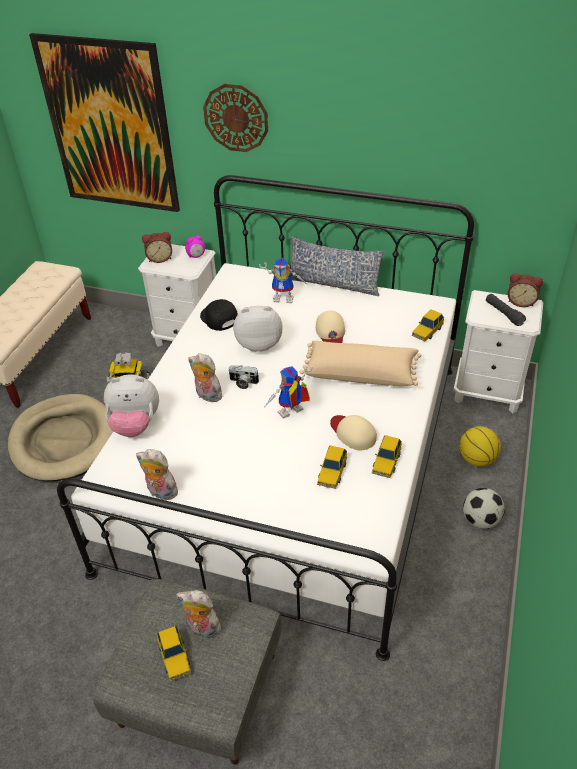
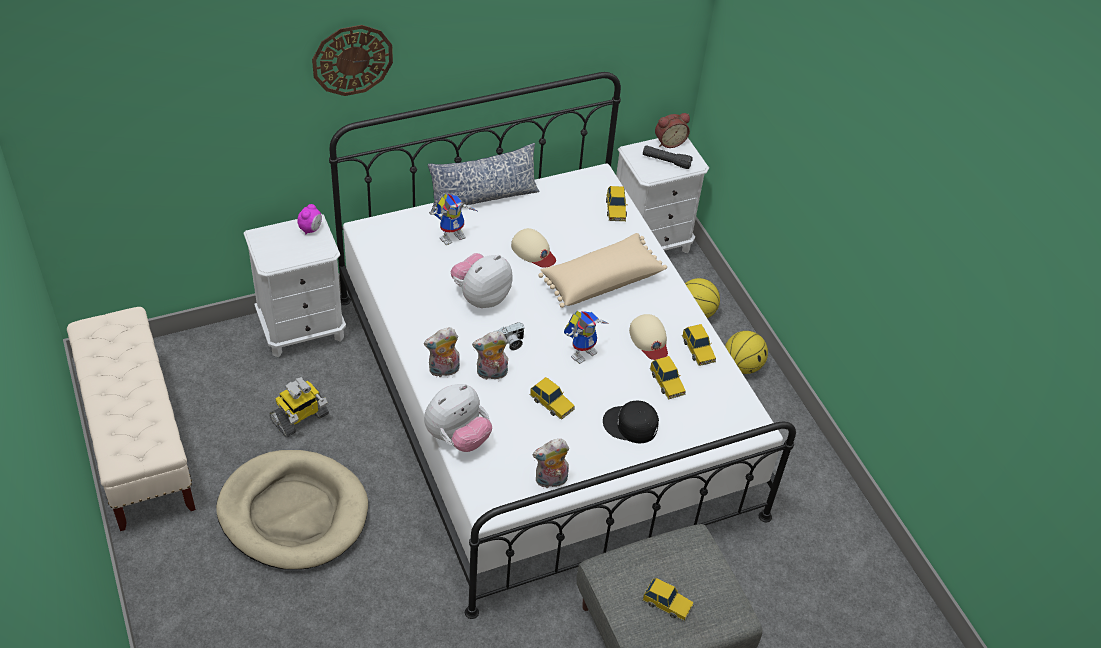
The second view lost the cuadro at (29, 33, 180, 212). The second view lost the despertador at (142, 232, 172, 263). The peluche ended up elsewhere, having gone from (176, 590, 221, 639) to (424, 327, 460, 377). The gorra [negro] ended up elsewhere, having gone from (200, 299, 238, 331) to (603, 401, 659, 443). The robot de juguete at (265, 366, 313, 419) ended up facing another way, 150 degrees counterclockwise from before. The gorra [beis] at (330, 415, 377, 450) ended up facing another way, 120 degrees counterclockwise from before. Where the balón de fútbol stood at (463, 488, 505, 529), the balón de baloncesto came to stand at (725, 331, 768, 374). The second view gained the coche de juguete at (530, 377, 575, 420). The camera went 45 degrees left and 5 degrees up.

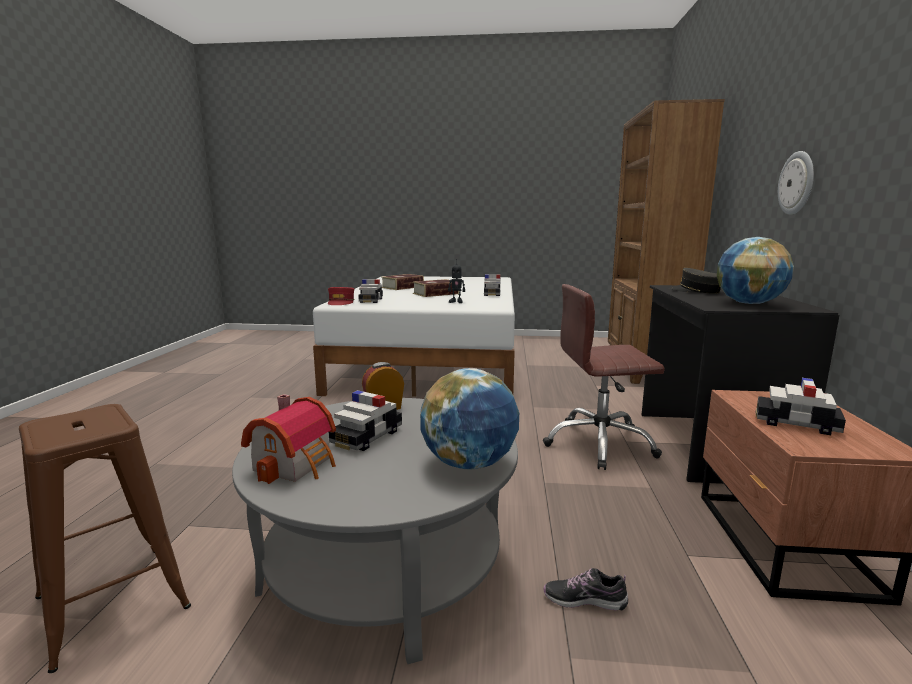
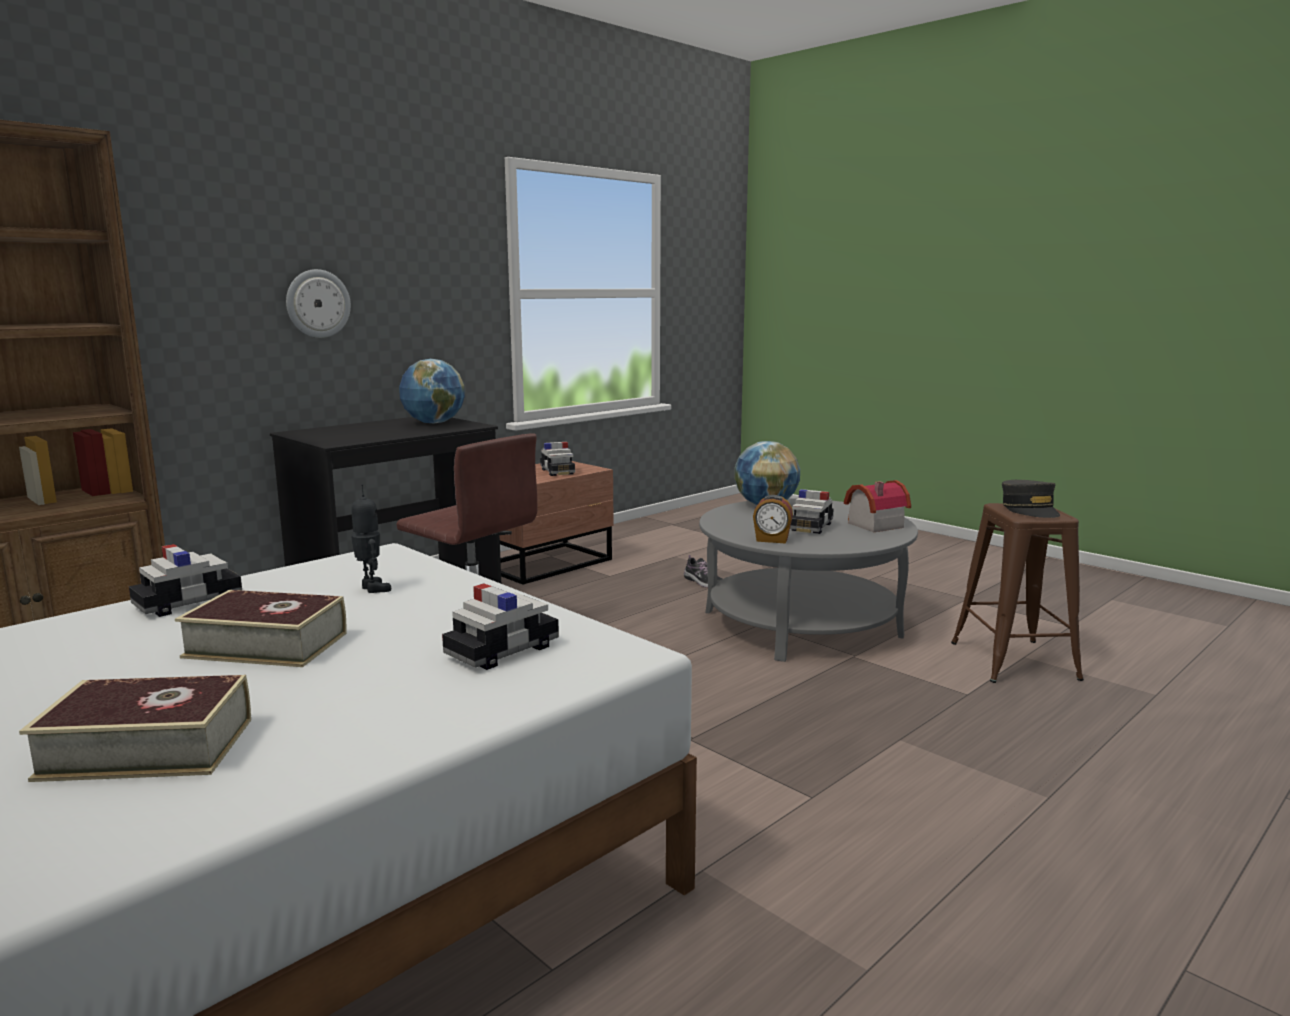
The second view lost the gorra [rojo] at (328, 287, 354, 305). The coche de juguete at (329, 390, 402, 451) ended up facing another way, 135 degrees clockwise from before. The gorra [gris] ended up elsewhere, having gone from (668, 268, 721, 294) to (1002, 480, 1060, 518). The camera went 140 degrees left and 0 degrees up.

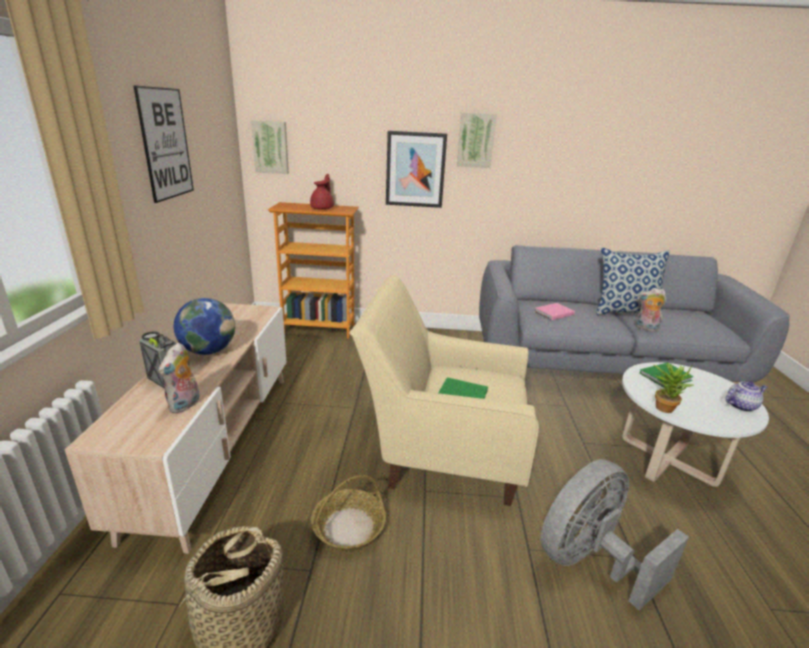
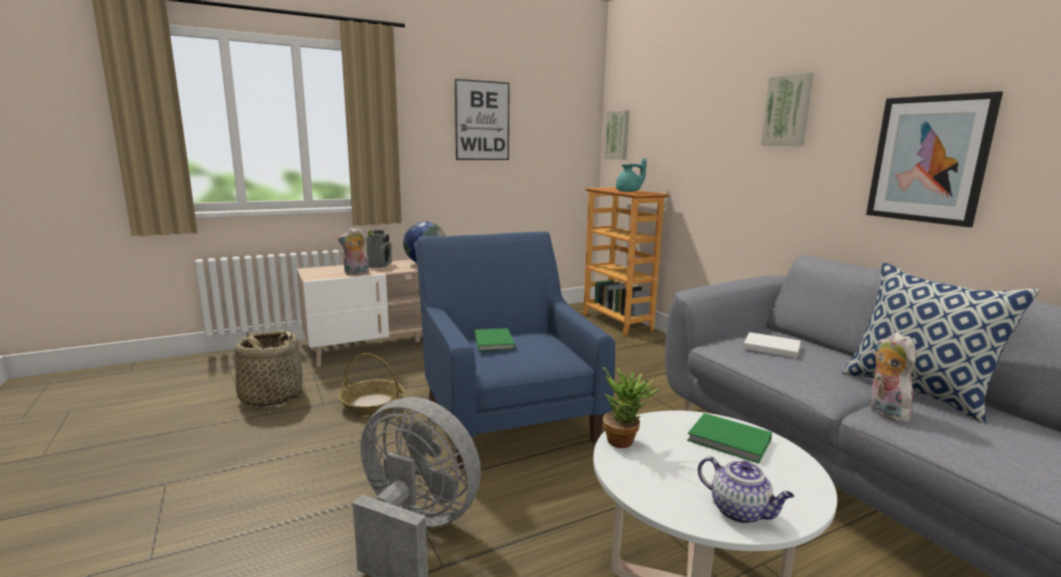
What was the tetera [rojo] at (310, 174, 334, 209) turned into the tetera [turquesa] at (616, 158, 647, 192). What was the sillón [beis] at (349, 276, 539, 506) turned into the sillón [azul] at (414, 232, 615, 469). The cuadro ended up elsewhere, having gone from (386, 131, 447, 208) to (866, 91, 1003, 227). What was the libro [rosa] at (535, 303, 575, 320) turned into the libro [blanco] at (743, 332, 800, 358). The camera went 60 degrees right and 10 degrees down.

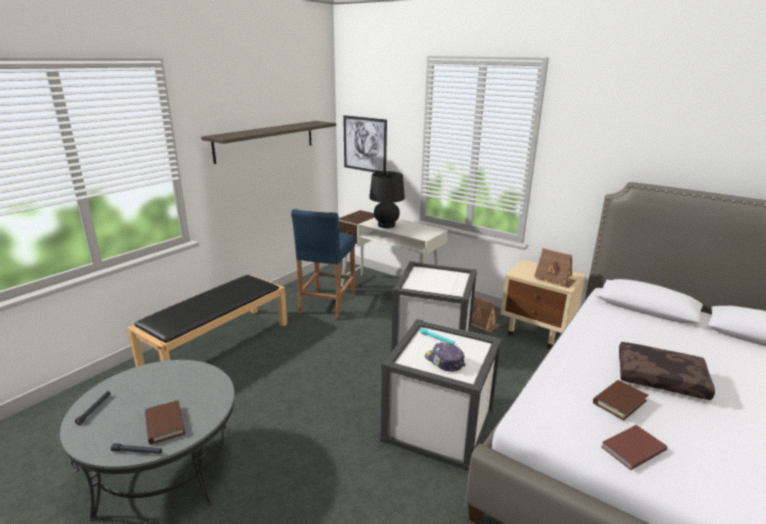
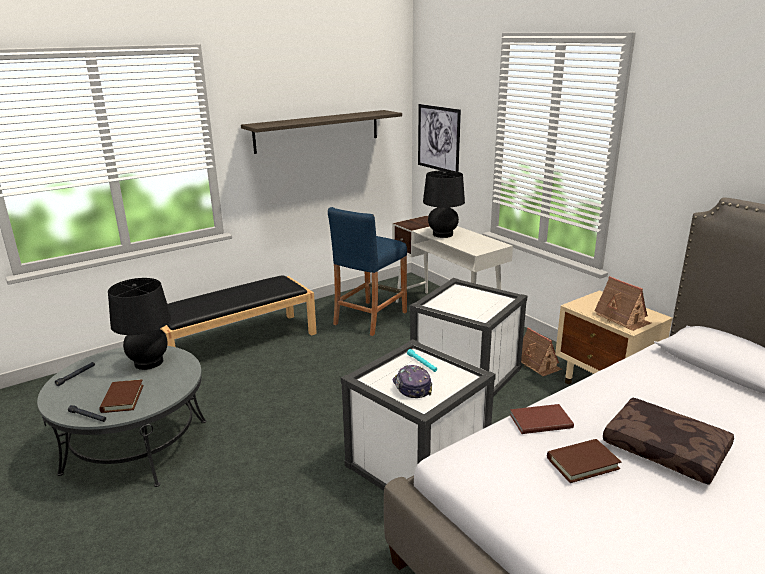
The libro [marrón] ended up elsewhere, having gone from (601, 425, 667, 470) to (510, 404, 574, 434). The second view gained the lámpara de mesa [negro] at (108, 278, 171, 370). The camera went 20 degrees right and 0 degrees up.

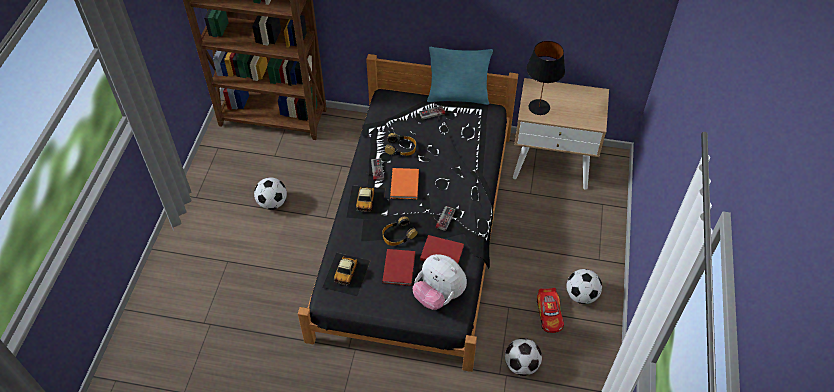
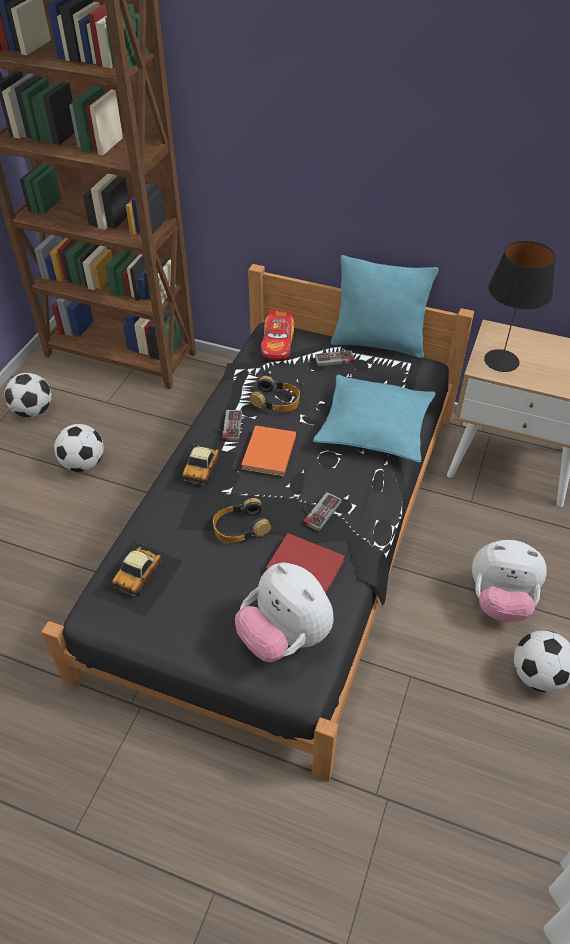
The second view lost the libro [rojo] at (382, 249, 415, 286). The balón de fútbol ended up elsewhere, having gone from (505, 338, 542, 376) to (4, 373, 52, 417). The coche de juguete ended up elsewhere, having gone from (537, 288, 564, 333) to (261, 309, 295, 360). The second view gained the cojín [turquesa] at (313, 375, 436, 463). The second view gained the peluche at (472, 540, 547, 622). The camera went 10 degrees right and 5 degrees down.

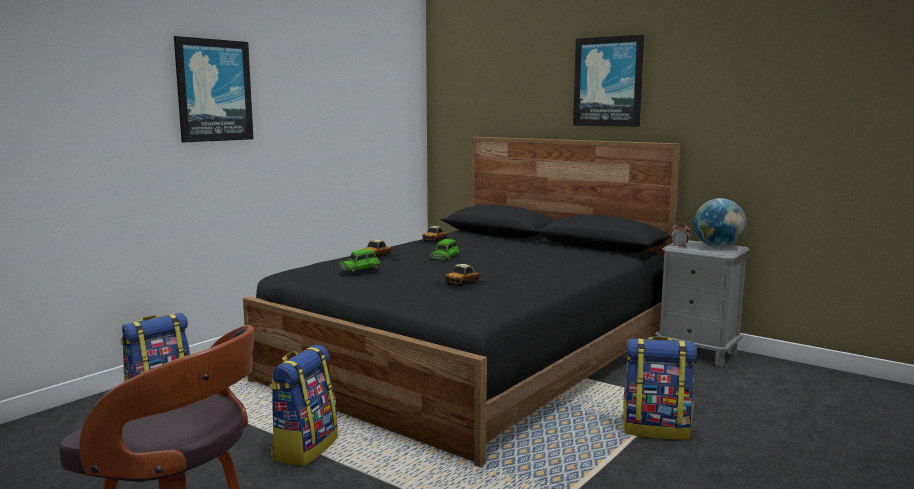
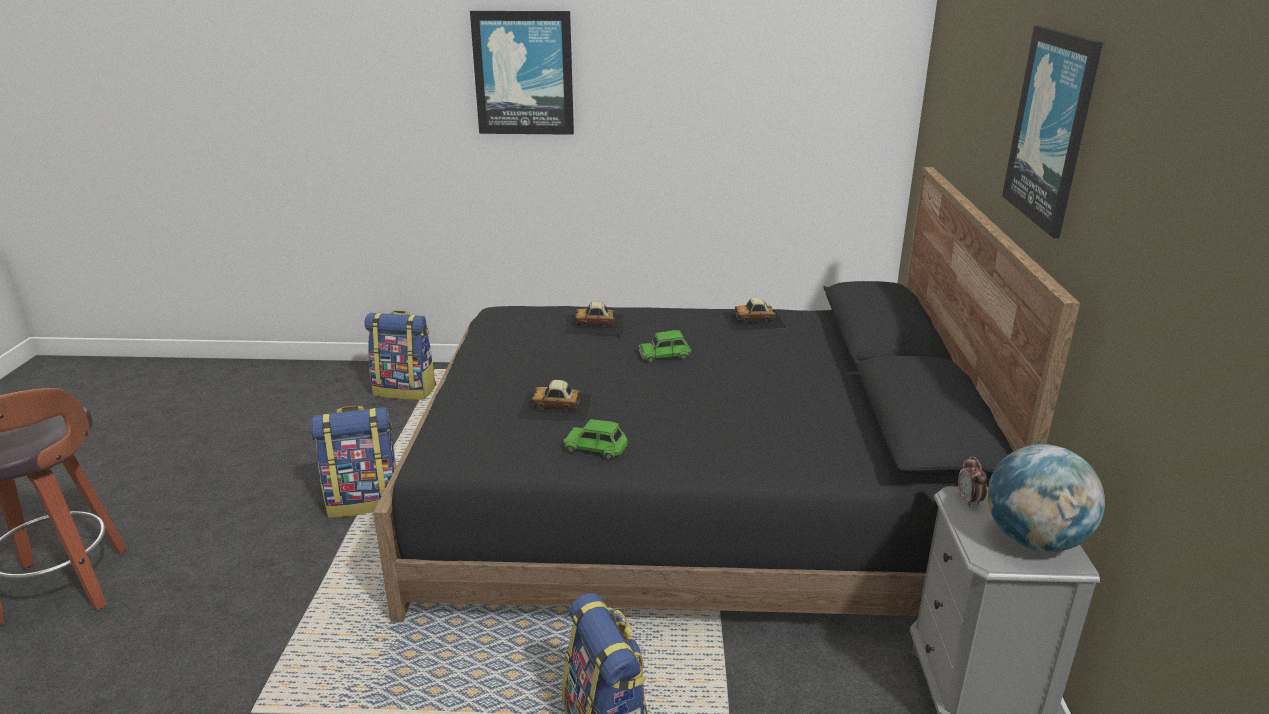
The coche de juguete [verde] ended up elsewhere, having gone from (339, 249, 380, 272) to (564, 419, 628, 460). The camera went 55 degrees right and 15 degrees up.

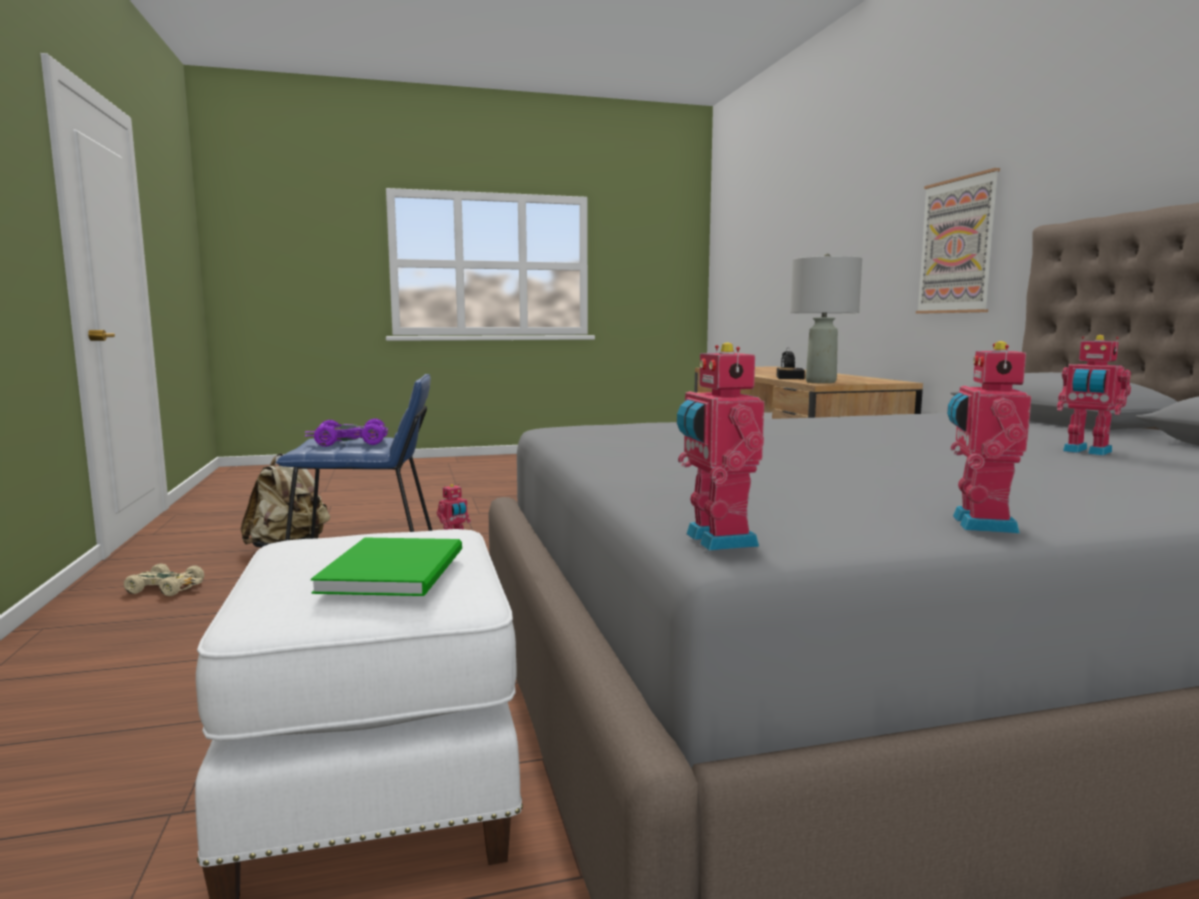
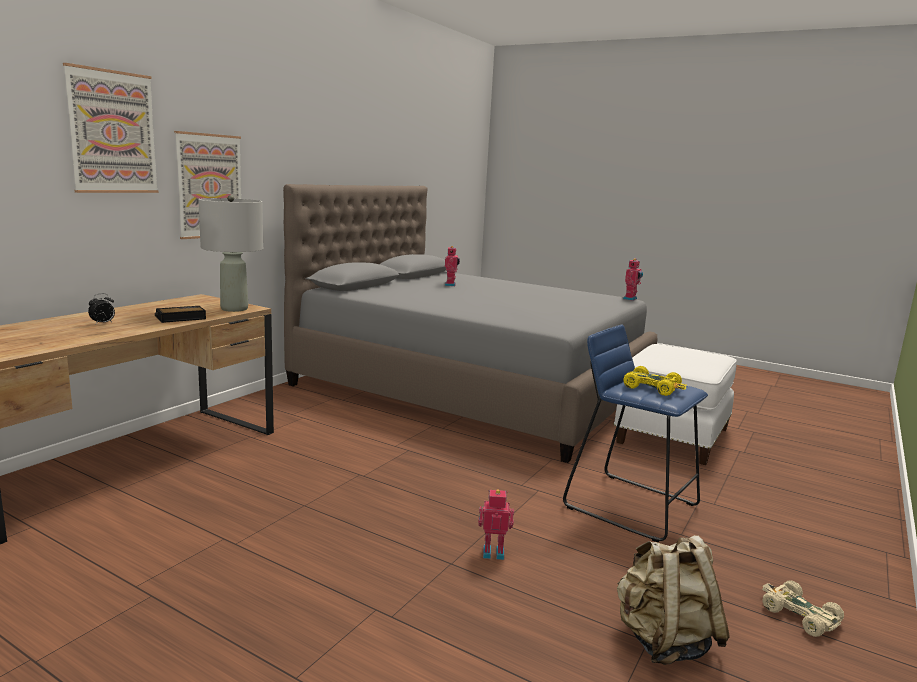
What was the coche de juguete [morado] at (305, 418, 388, 447) turned into the coche de juguete [amarillo] at (624, 366, 687, 396). The second view lost the libro [verde] at (311, 537, 462, 596). The second view lost the robot de juguete at (947, 341, 1031, 533). The second view gained the cuadro at (63, 63, 159, 193). The camera went 135 degrees left and 5 degrees up.

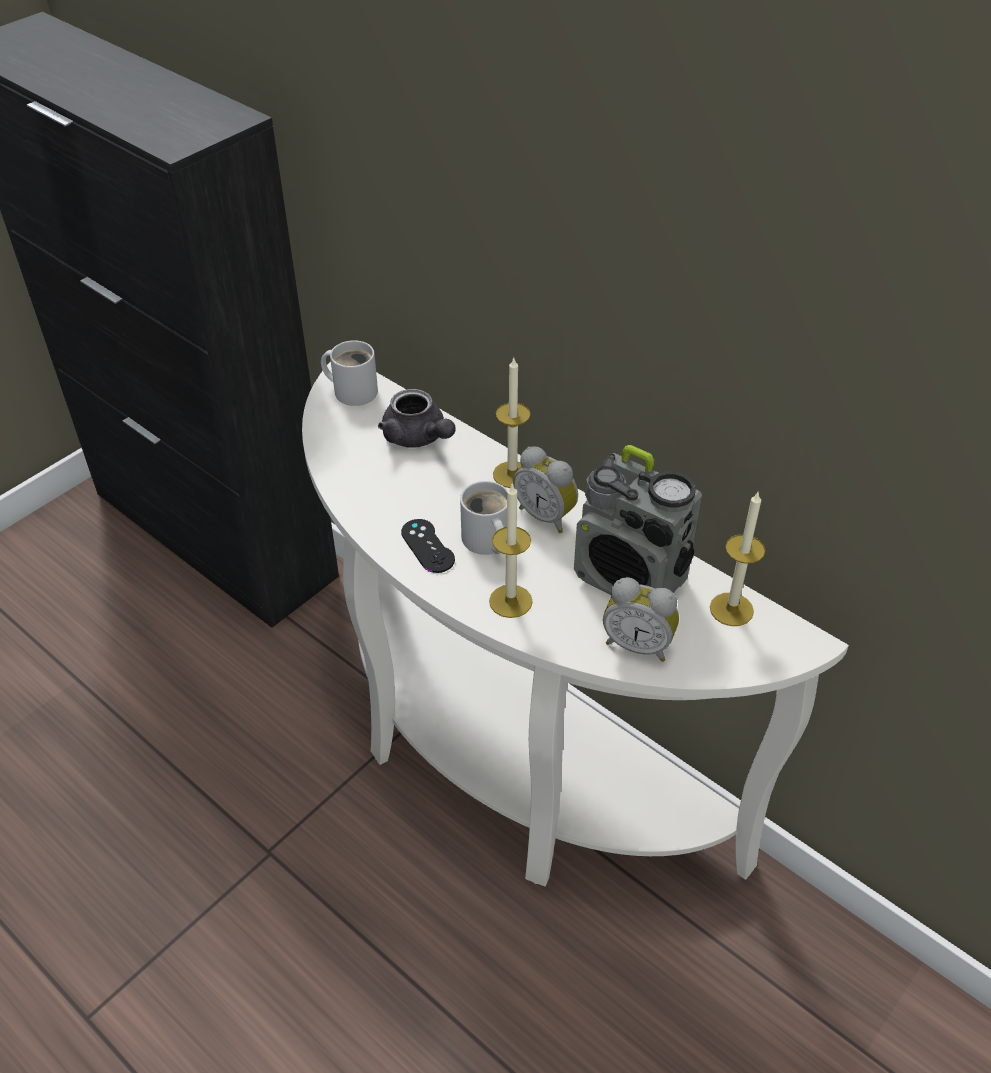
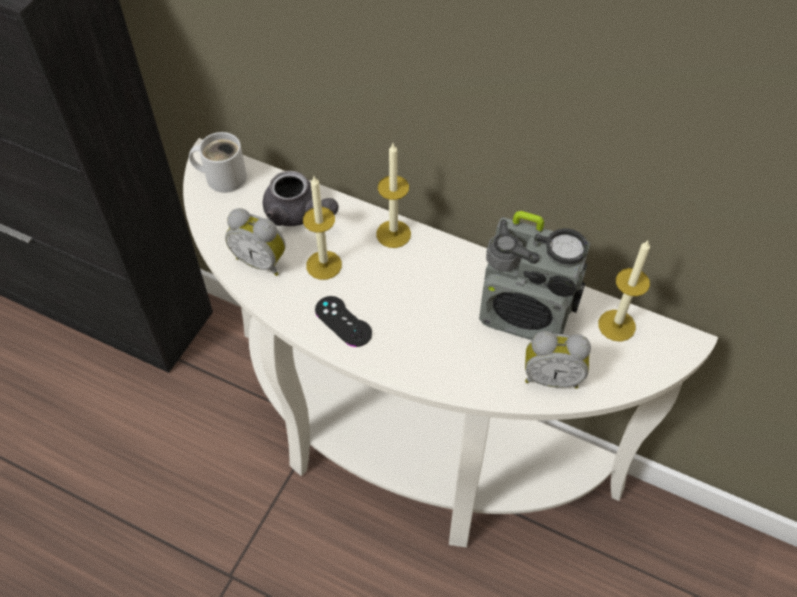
The second view lost the taza grande [blanco] at (460, 481, 508, 555). The vela ended up elsewhere, having gone from (489, 482, 533, 618) to (303, 176, 342, 280). The despertador ended up elsewhere, having gone from (513, 446, 578, 533) to (225, 208, 286, 276). The camera went 15 degrees left and 10 degrees up.

